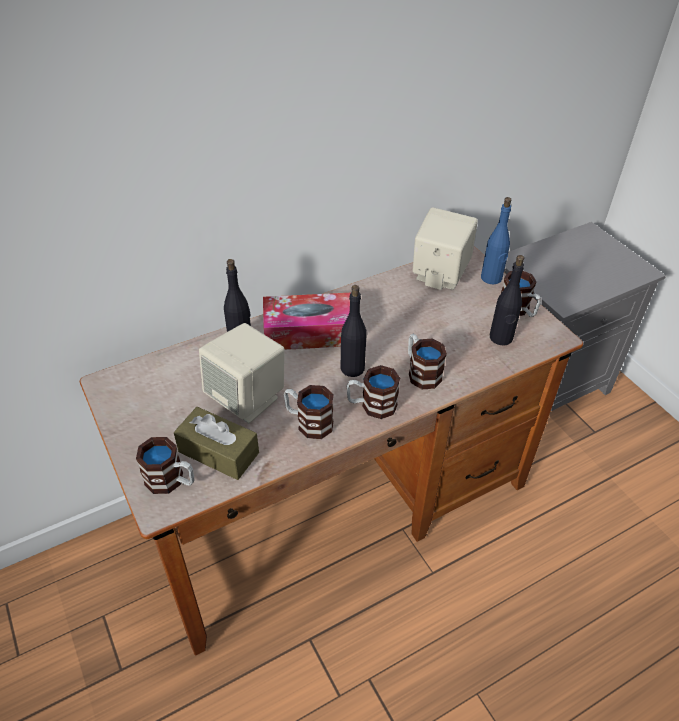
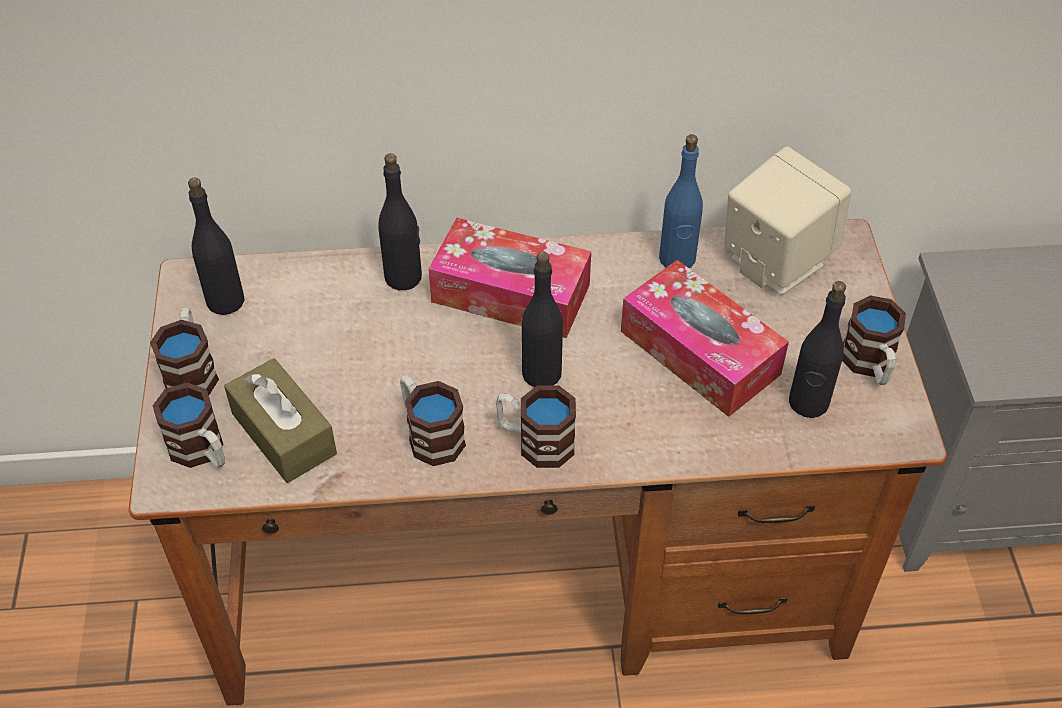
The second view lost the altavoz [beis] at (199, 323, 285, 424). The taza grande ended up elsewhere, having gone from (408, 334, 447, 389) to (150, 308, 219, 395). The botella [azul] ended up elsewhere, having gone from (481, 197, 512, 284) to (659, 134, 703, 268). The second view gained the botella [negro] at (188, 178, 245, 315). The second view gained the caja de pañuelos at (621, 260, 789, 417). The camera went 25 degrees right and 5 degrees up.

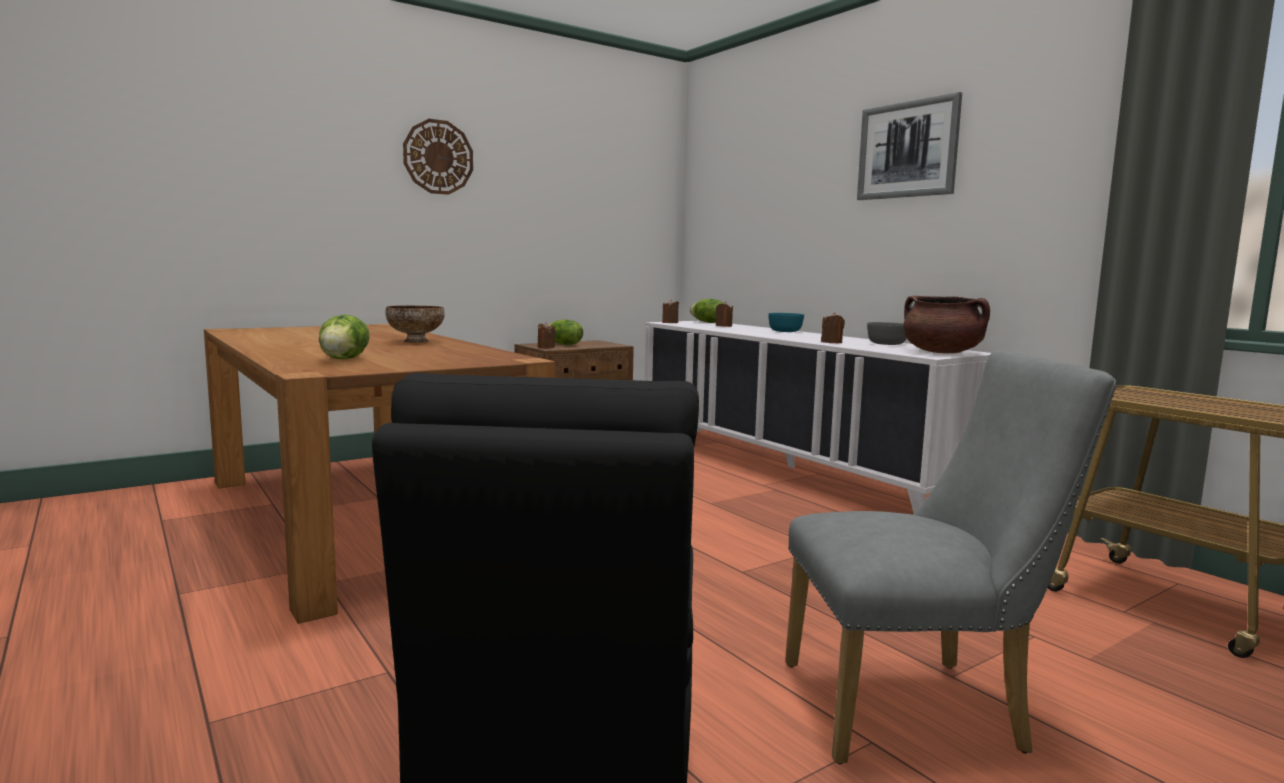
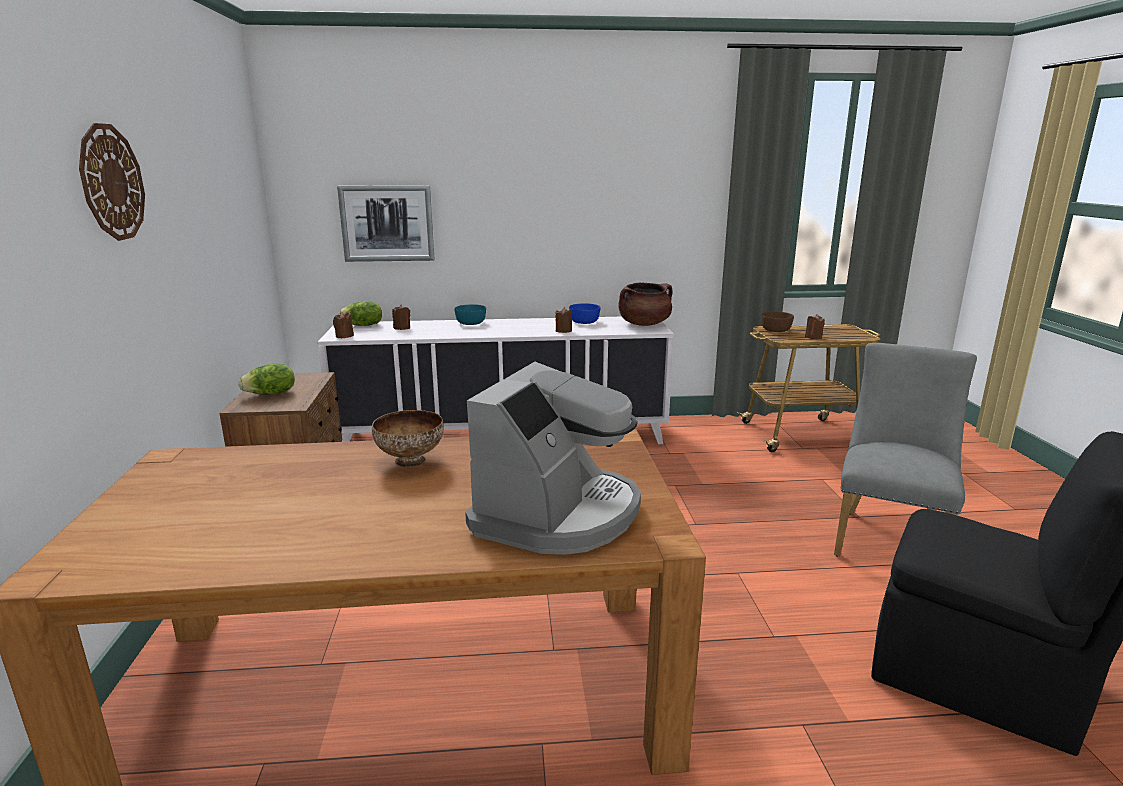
Where the lechuga stood at (319, 315, 370, 359), the cafetera came to stand at (465, 362, 641, 555). The vela [marrón] ended up elsewhere, having gone from (538, 322, 555, 348) to (805, 314, 825, 339). The cuadro ended up elsewhere, having gone from (857, 92, 962, 200) to (337, 185, 435, 262). What was the cuenco [gris] at (867, 322, 907, 345) turned into the cuenco [azul] at (569, 303, 601, 324). The second view gained the cuenco [marrón] at (761, 311, 794, 332). The camera went 60 degrees left and 10 degrees up.

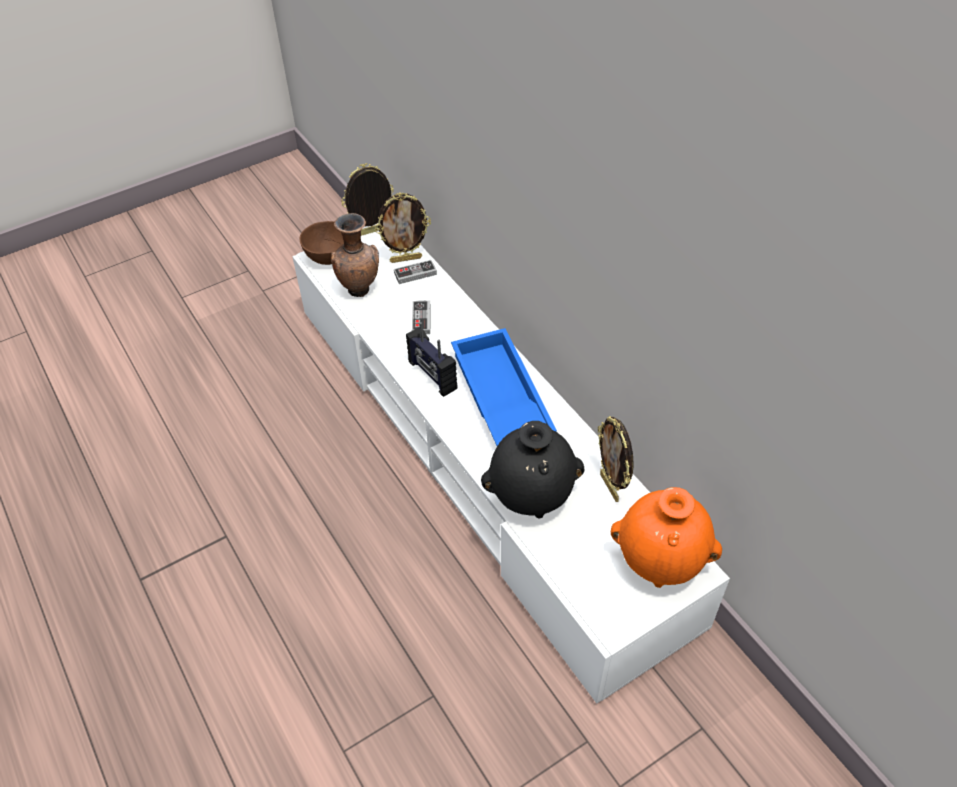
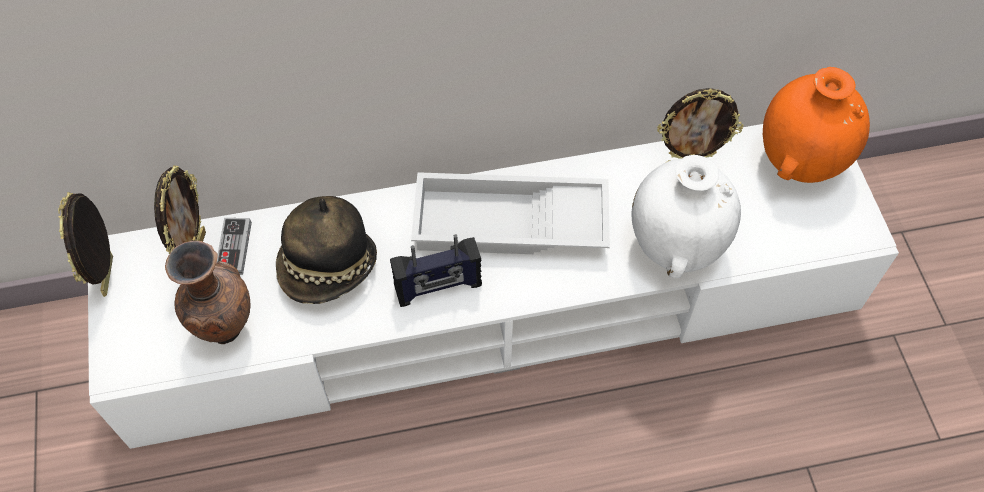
The second view lost the cuenco [marrón] at (299, 221, 344, 265). Where the mando de consola stood at (412, 300, 430, 334), the sombrero came to stand at (276, 196, 377, 304). What was the bandeja [azul] at (451, 328, 557, 446) turned into the bandeja [blanco] at (411, 172, 610, 254). What was the florero [negro] at (481, 421, 584, 518) turned into the florero [blanco] at (632, 155, 741, 278). The camera went 70 degrees left and 10 degrees up.

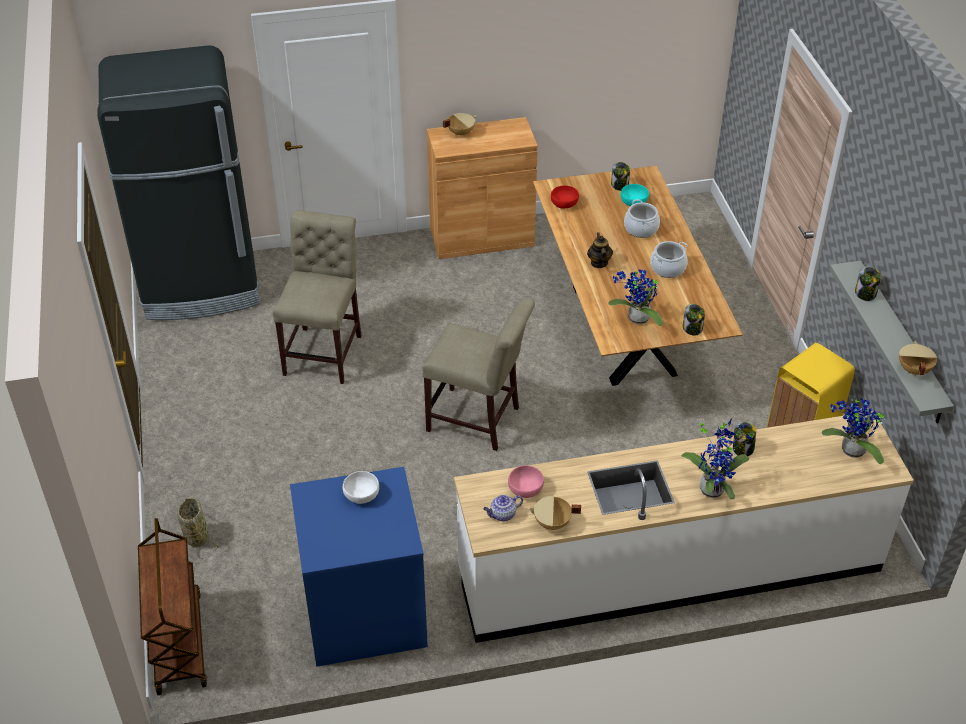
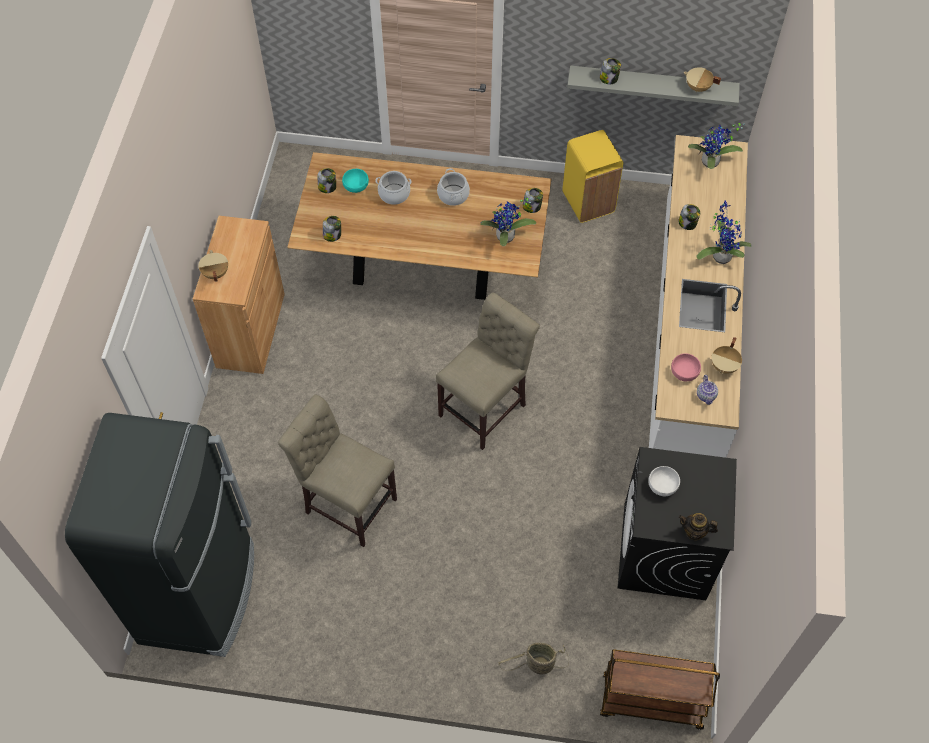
What was the lavadora [azul] at (290, 467, 428, 667) turned into the lavadora [negro] at (618, 447, 737, 600). Where the cuenco [rojo] stood at (551, 186, 579, 209), the tarro came to stand at (323, 216, 341, 242). The tetera ended up elsewhere, having gone from (587, 232, 613, 268) to (679, 513, 718, 540). The camera went 70 degrees left and 15 degrees up.

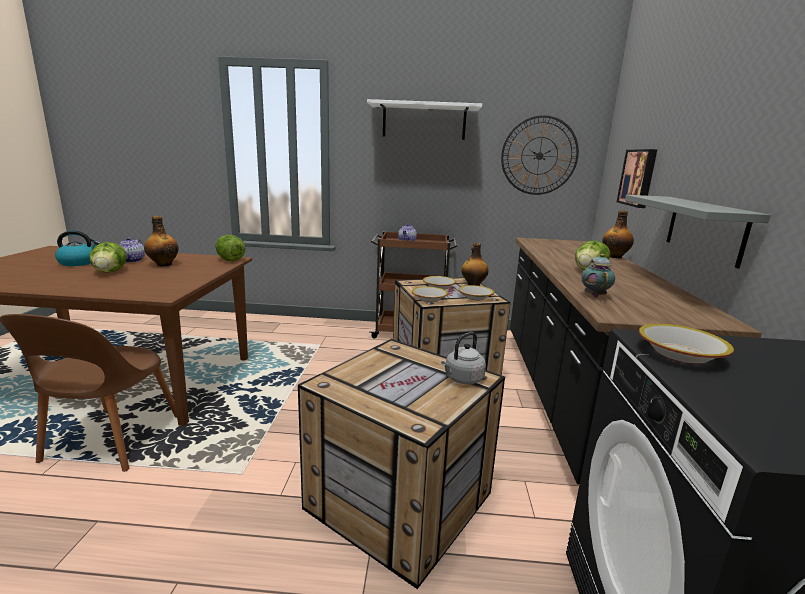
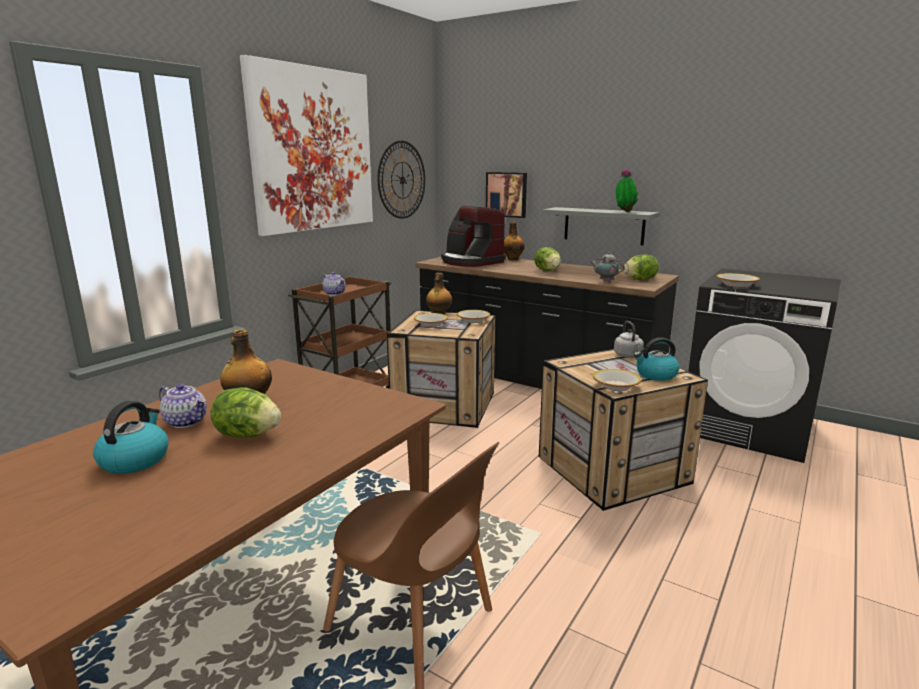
The lechuga ended up elsewhere, having gone from (215, 235, 245, 261) to (623, 254, 659, 280). Where the estante [blanco] hung at (367, 99, 482, 140), the cuadro came to hang at (240, 55, 373, 236). The cuenco ended up elsewhere, having gone from (412, 287, 448, 302) to (593, 369, 641, 391). The second view gained the cafetera at (441, 206, 506, 267). The second view gained the planta en maceta at (616, 168, 638, 212). The second view gained the hervidor at (634, 338, 679, 381). The camera went 60 degrees left and 0 degrees up.

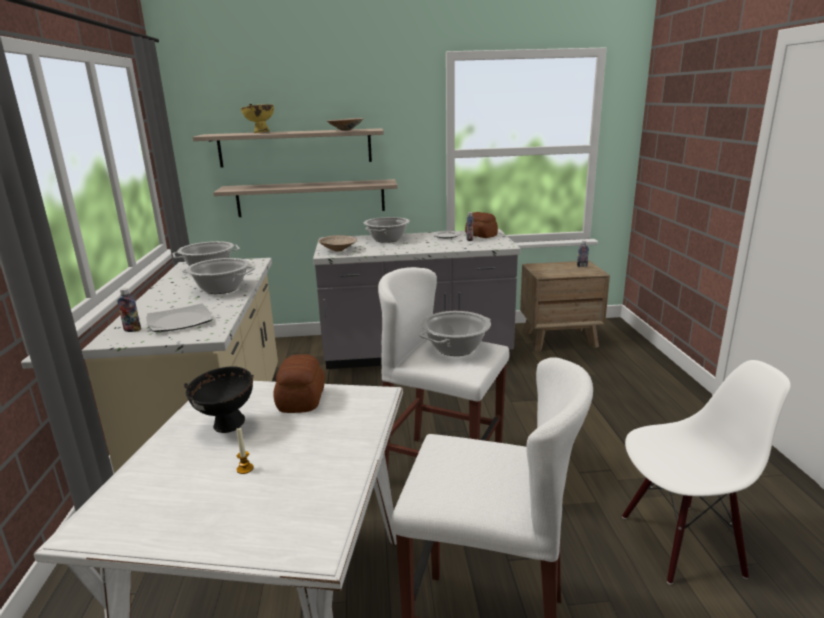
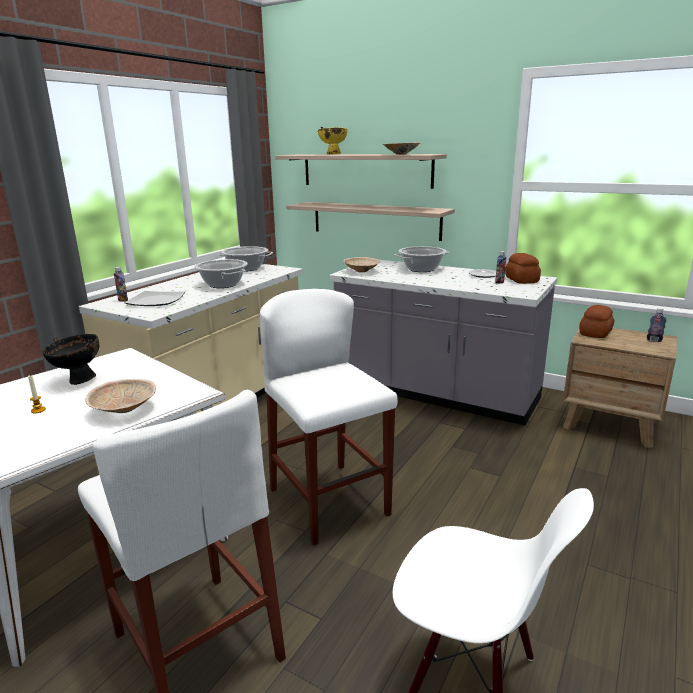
The pan ended up elsewhere, having gone from (273, 354, 325, 413) to (579, 305, 614, 338). The second view lost the olla at (419, 311, 491, 356). The second view gained the cuenco [beis] at (85, 379, 156, 413). The camera went 35 degrees right and 0 degrees up.

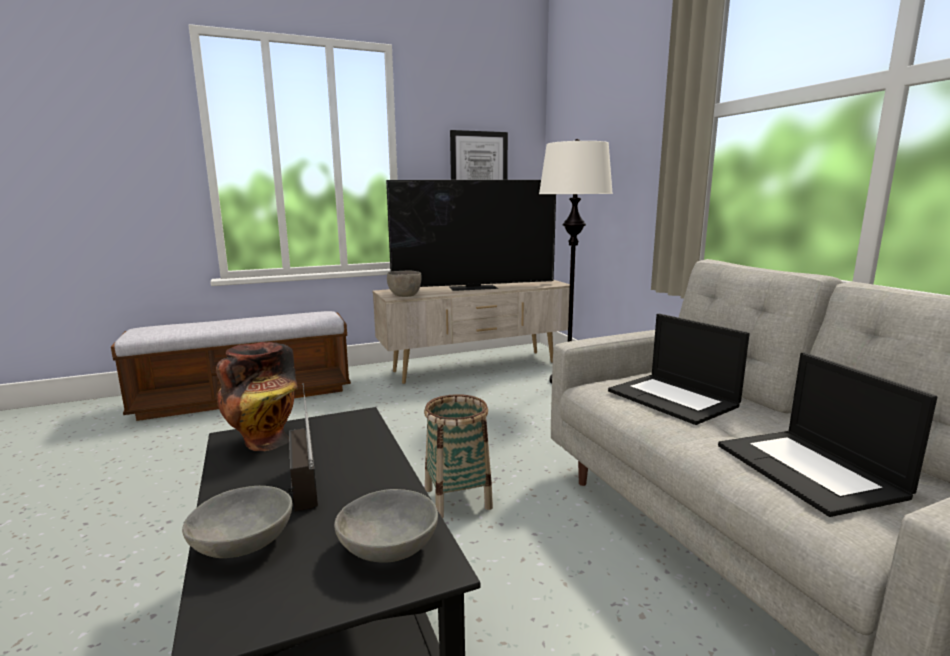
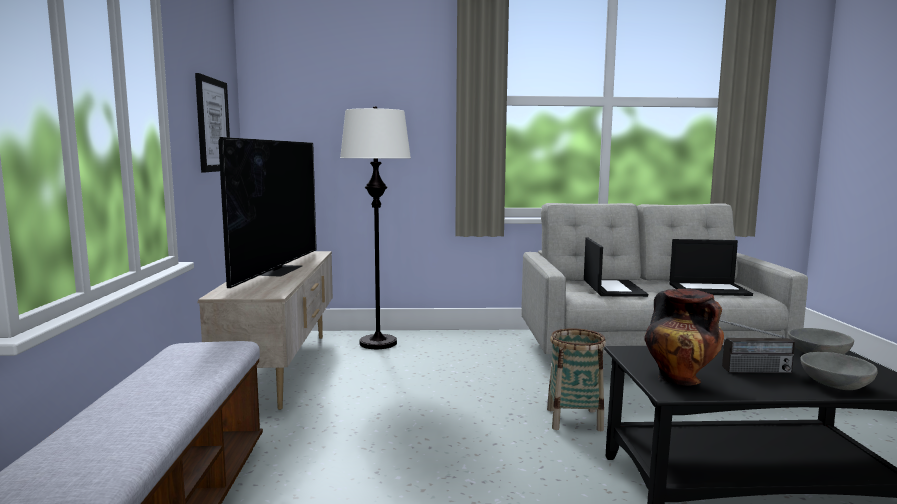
The second view lost the cuenco [gris] at (387, 271, 422, 297). The portátil at (608, 314, 750, 425) ended up facing another way, 75 degrees counterclockwise from before. The camera went 70 degrees left and 5 degrees down.

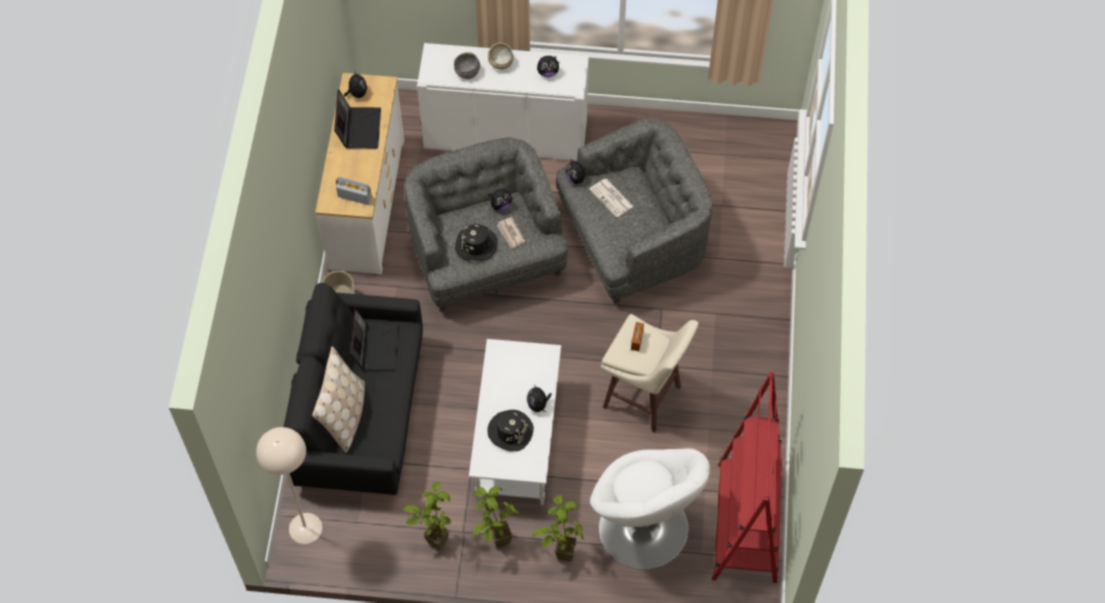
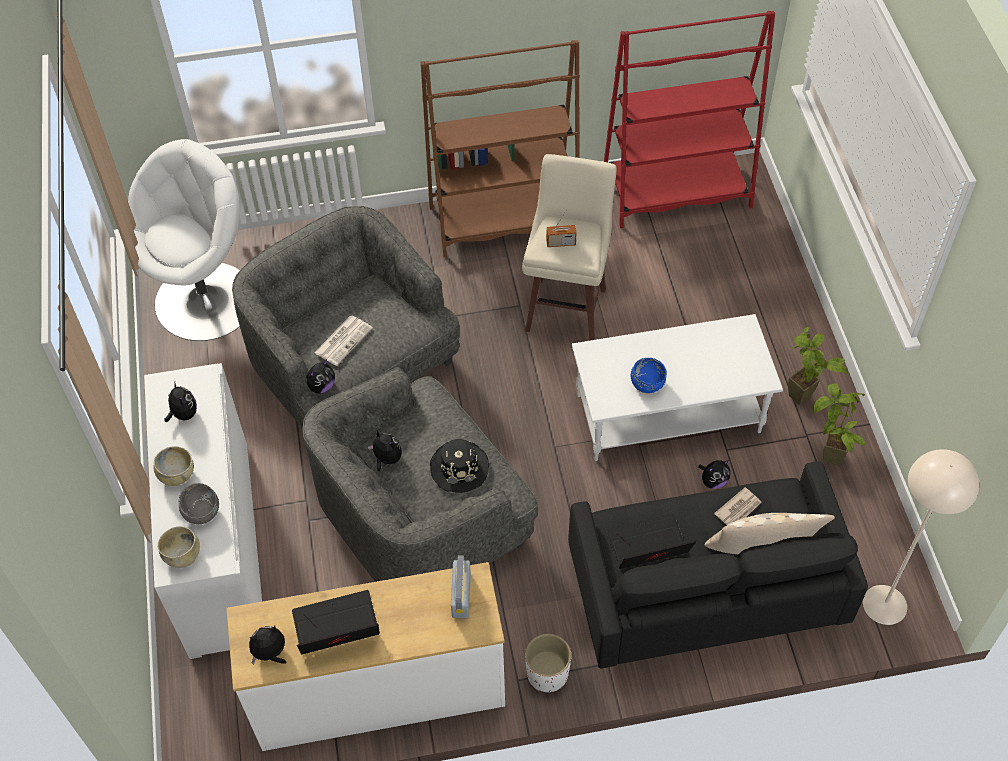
The second view lost the sombrero [negro] at (487, 410, 534, 452). The periódico ended up elsewhere, having gone from (497, 217, 525, 249) to (714, 487, 762, 525). The peluche ended up elsewhere, having gone from (527, 384, 552, 413) to (698, 460, 730, 489). The second view lost the planta en maceta at (532, 495, 584, 562). The sillón [blanco] ended up elsewhere, having gone from (590, 448, 710, 570) to (128, 139, 240, 341). The second view gained the cuenco [beis] at (157, 526, 200, 568). The second view gained the estantería [marrón] at (421, 40, 580, 257). The second view gained the cuenco [azul] at (631, 358, 667, 393). The camera went 105 degrees left and 5 degrees down.

